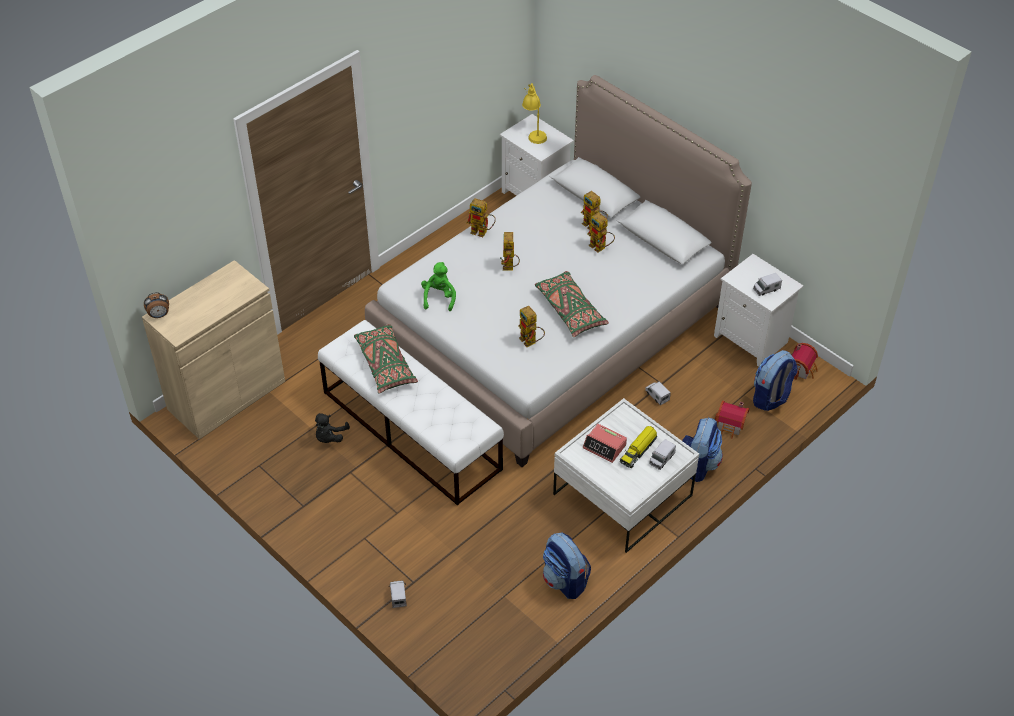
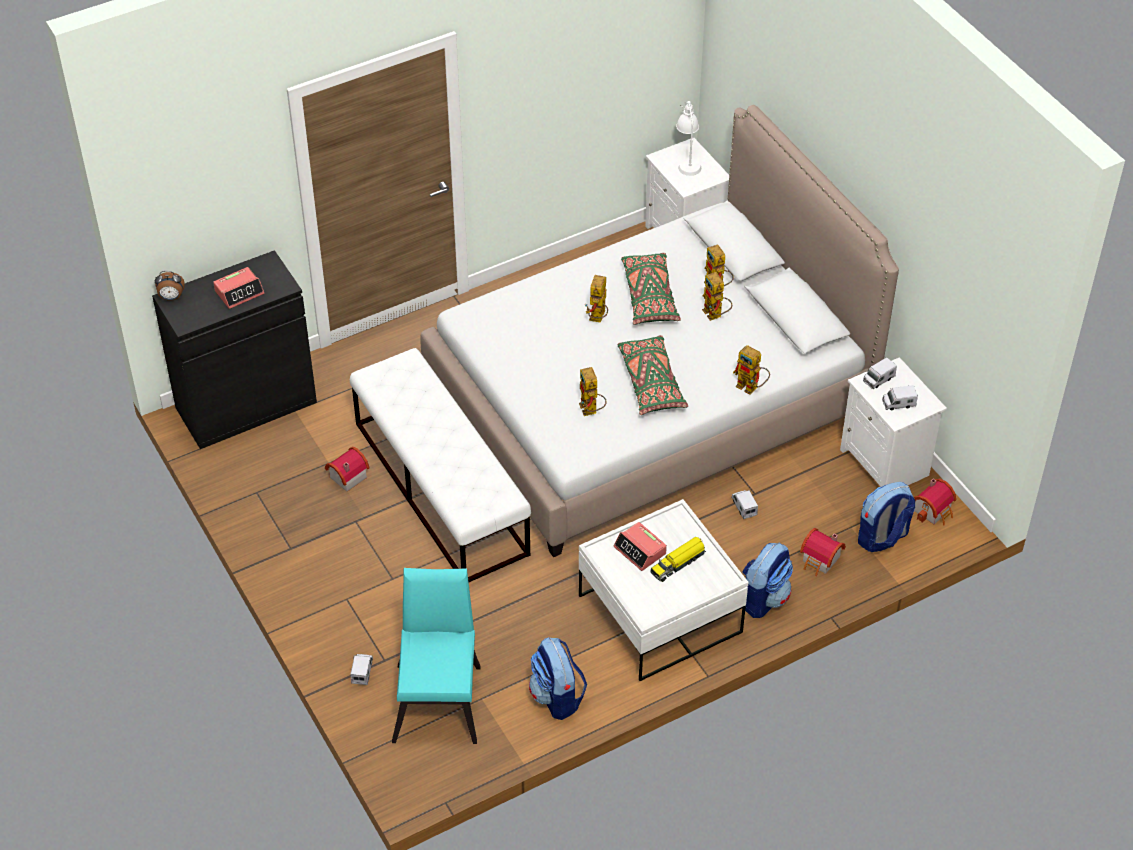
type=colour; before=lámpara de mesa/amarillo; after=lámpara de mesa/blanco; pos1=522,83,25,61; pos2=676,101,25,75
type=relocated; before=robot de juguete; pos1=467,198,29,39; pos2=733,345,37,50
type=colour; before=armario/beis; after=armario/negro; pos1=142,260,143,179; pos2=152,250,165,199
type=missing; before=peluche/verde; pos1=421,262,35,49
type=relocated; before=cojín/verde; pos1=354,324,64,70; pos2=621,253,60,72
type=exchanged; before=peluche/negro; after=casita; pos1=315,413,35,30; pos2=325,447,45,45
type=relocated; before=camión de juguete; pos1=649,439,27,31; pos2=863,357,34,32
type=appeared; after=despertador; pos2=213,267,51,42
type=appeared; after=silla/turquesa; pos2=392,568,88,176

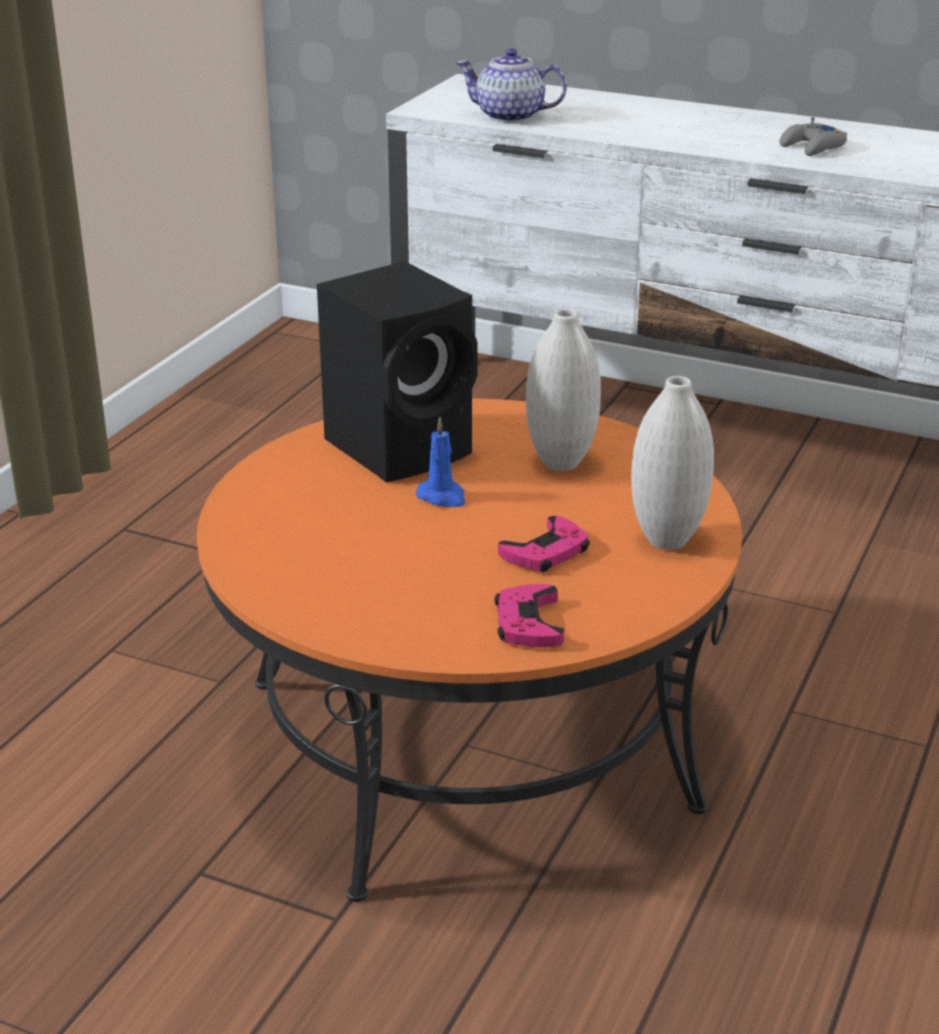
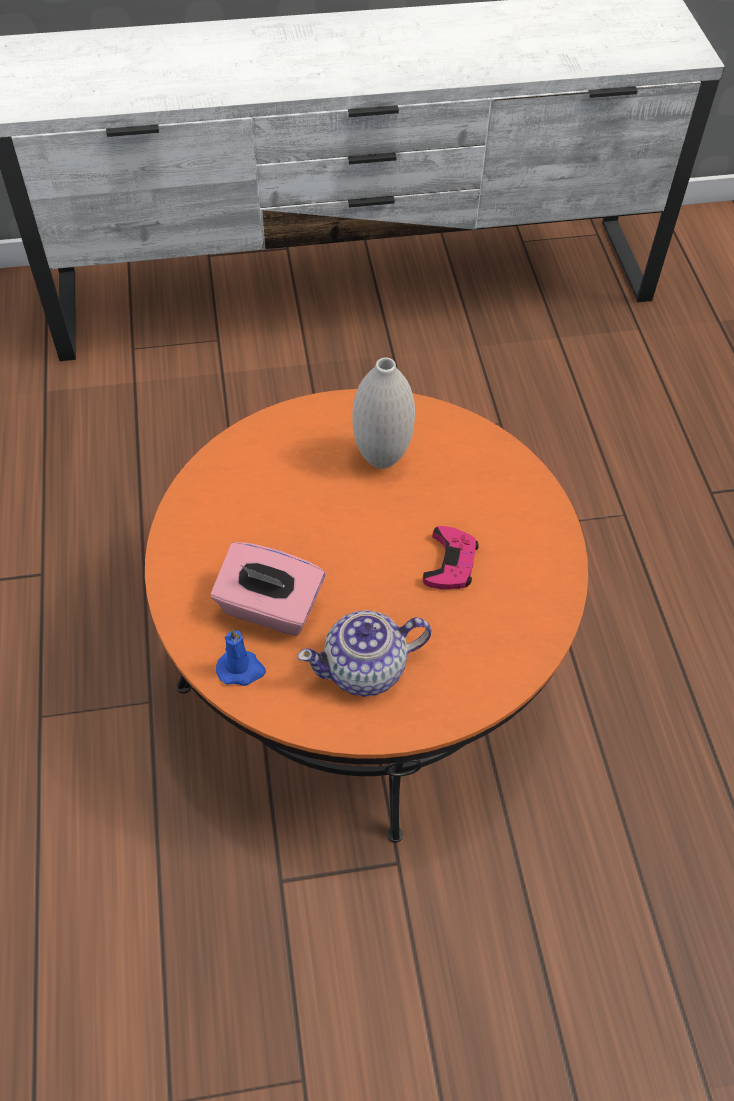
type=relocated; before=tetera; pos1=456,48,111,75; pos2=297,610,134,87
type=missing; before=mando de consola/gris; pos1=779,117,68,39
type=missing; before=altavoz/negro; pos1=317,261,160,221
type=missing; before=florero/blanco; pos1=631,376,83,174
type=relocated; before=vela/azul; pos1=416,417,49,90; pos2=216,628,50,58
type=missing; before=mando de consola/rosa; pos1=495,584,69,63
type=appeared; after=caja de pañuelos/rosa; pos2=211,542,114,94

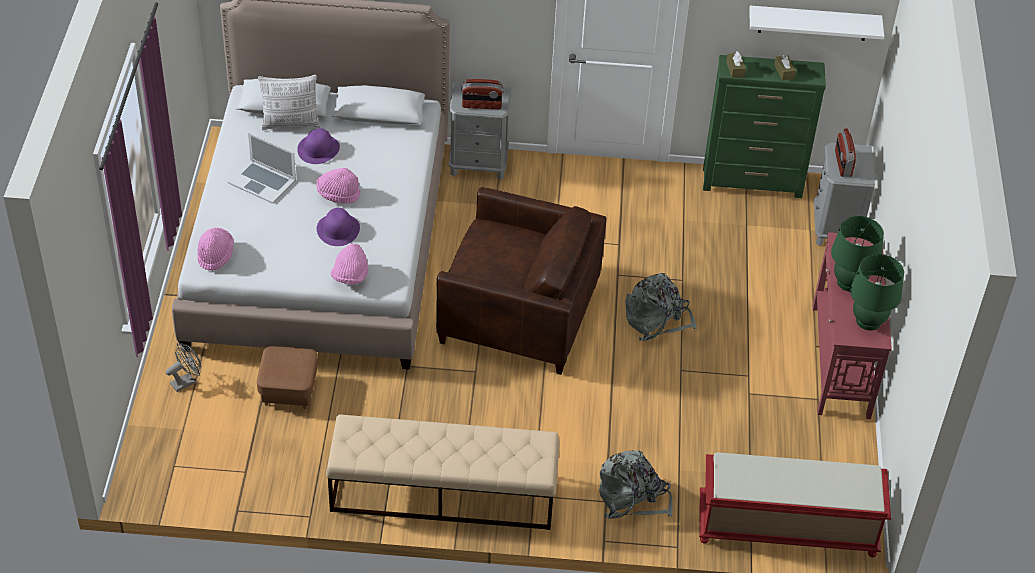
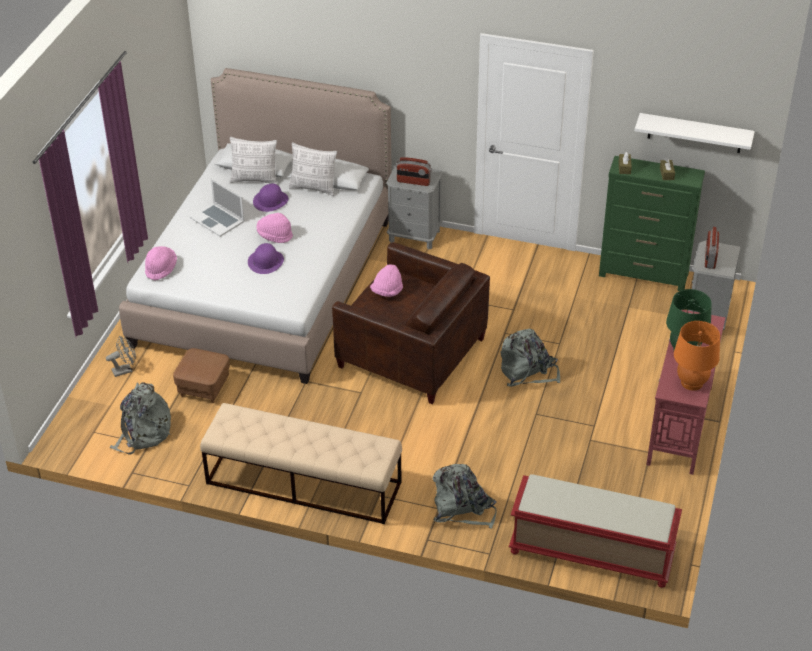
type=relocated; before=sombrero/rosa; pos1=330,244,39,40; pos2=370,264,33,33
type=colour; before=lámpara de mesa/verde; after=lámpara de mesa/naranja; pos1=850,254,54,77; pos2=674,321,46,70
type=appeared; after=cojín; pos2=289,143,48,53
type=appeared; after=mochila/gris; pos2=109,382,62,73

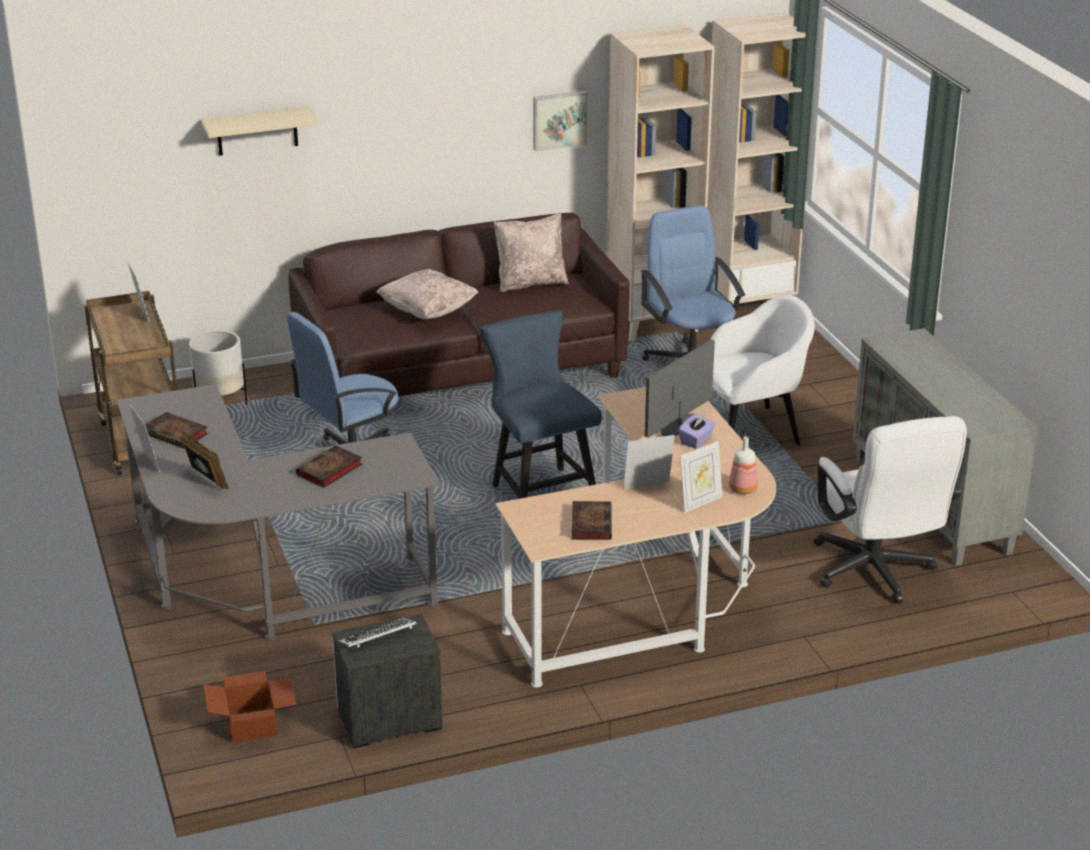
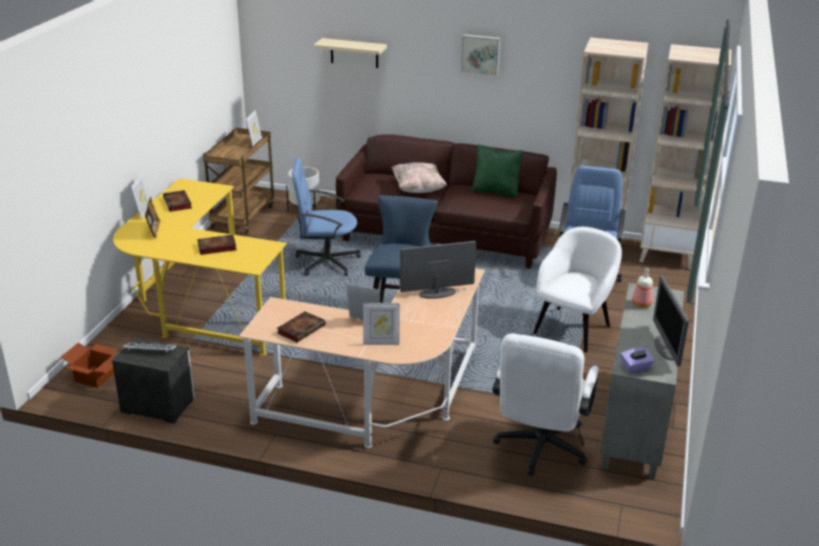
type=relocated; before=cuadro; pos1=533,91,55,61; pos2=461,34,39,42
type=colour; before=cojín/beis; after=cojín/verde; pos1=494,214,75,79; pos2=471,144,53,54
type=spun; before=sillón/blanco; pos1=710,295,105,150; pos2=533,227,89,125; turn=-75
type=colour; before=escritorio/gris; after=escritorio/amarillo; pos1=117,384,323,256; pos2=113,178,174,178
type=relocated; before=caja de pañuelos/morado; pos1=678,414,37,35; pos2=621,347,34,26
type=relocated; before=botella; pos1=729,436,29,58; pos2=632,268,21,40
type=appeared; after=monitor; pos2=653,276,36,90

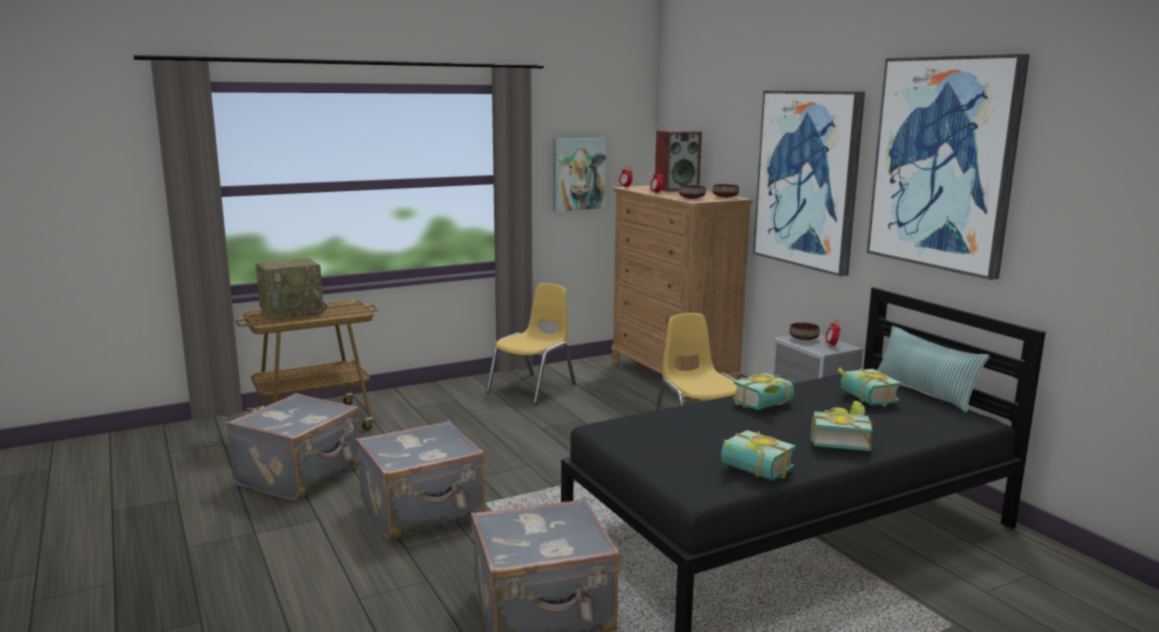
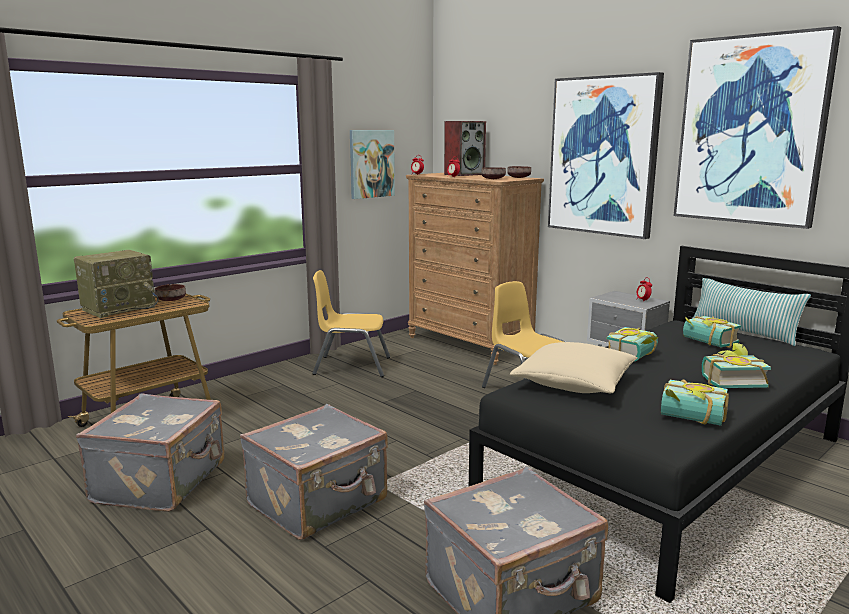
type=spun; before=silla/amarillo; pos1=486,283,90,122; pos2=312,270,78,107; turn=-105
type=relocated; before=cuenco/marrón; pos1=789,322,31,18; pos2=155,284,31,17
type=appeared; after=cojín/beis; pos2=510,342,128,51

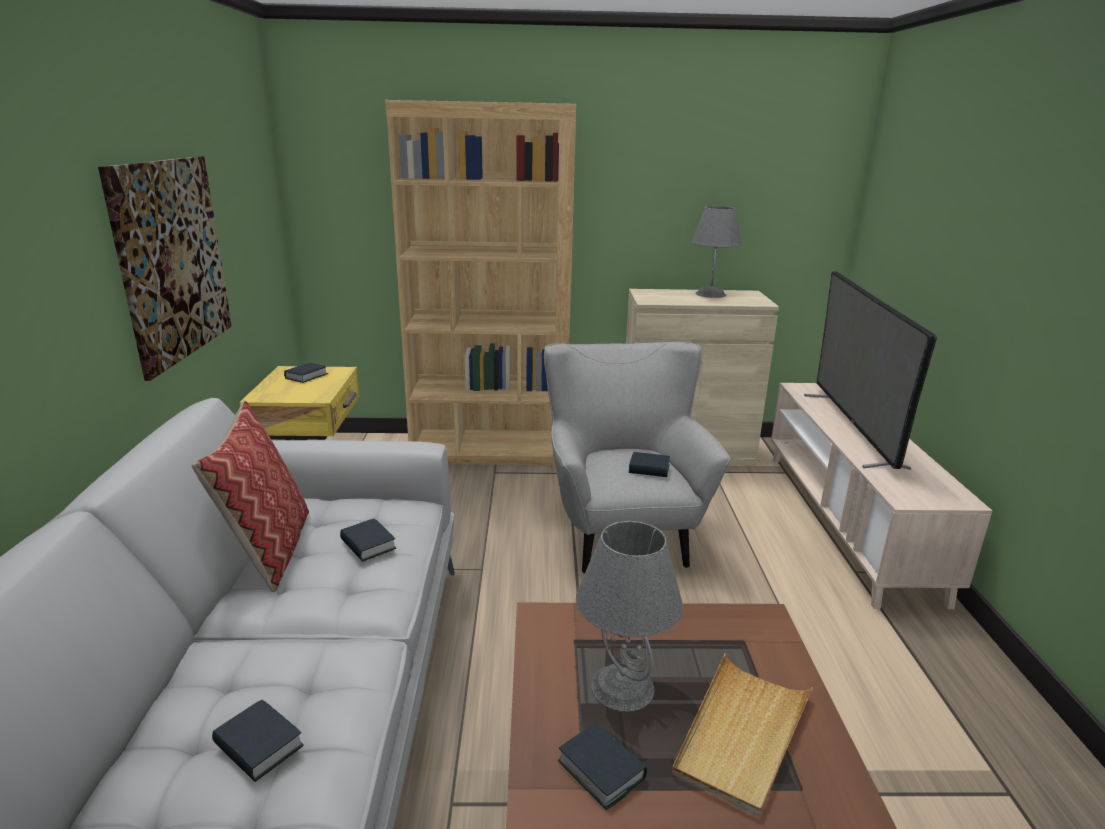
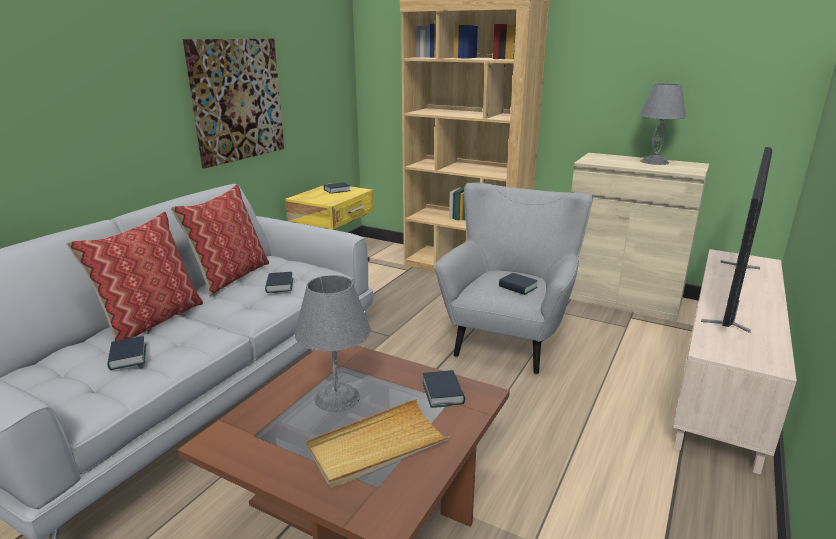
type=relocated; before=libro; pos1=558,722,89,88; pos2=423,370,42,38
type=appeared; after=cojín; pos2=66,211,137,130

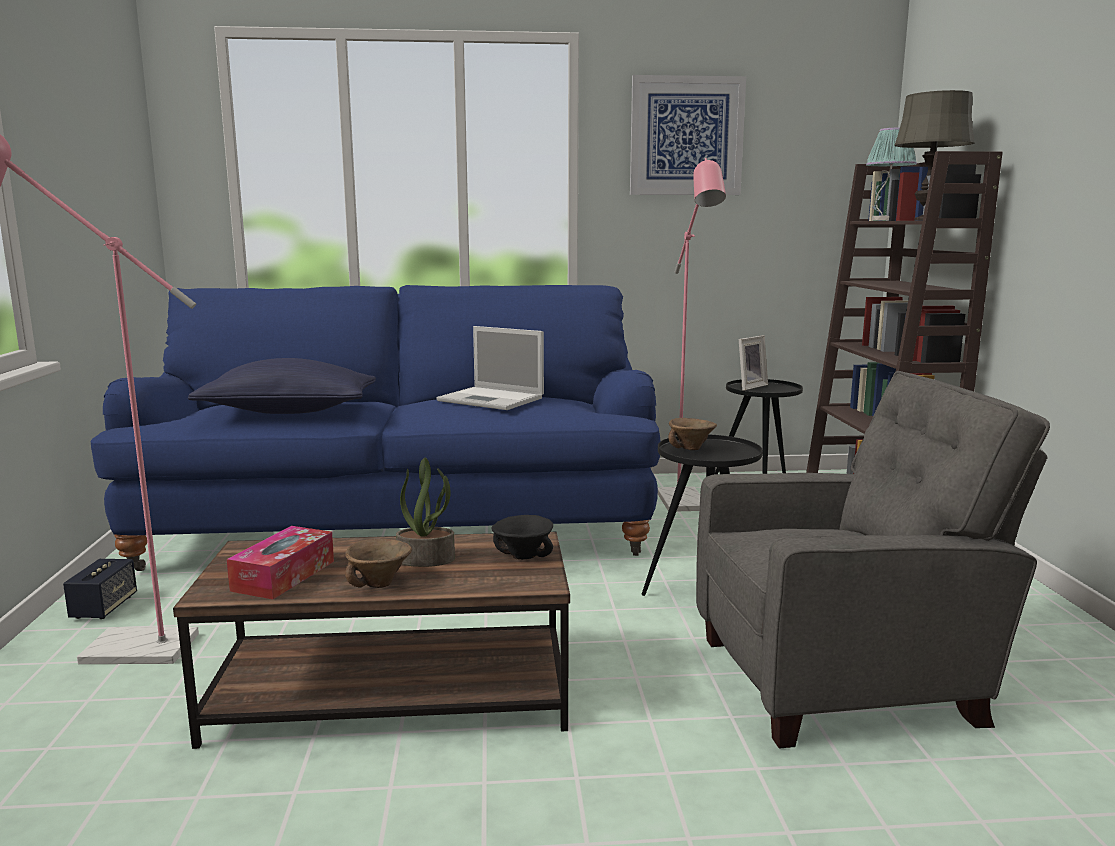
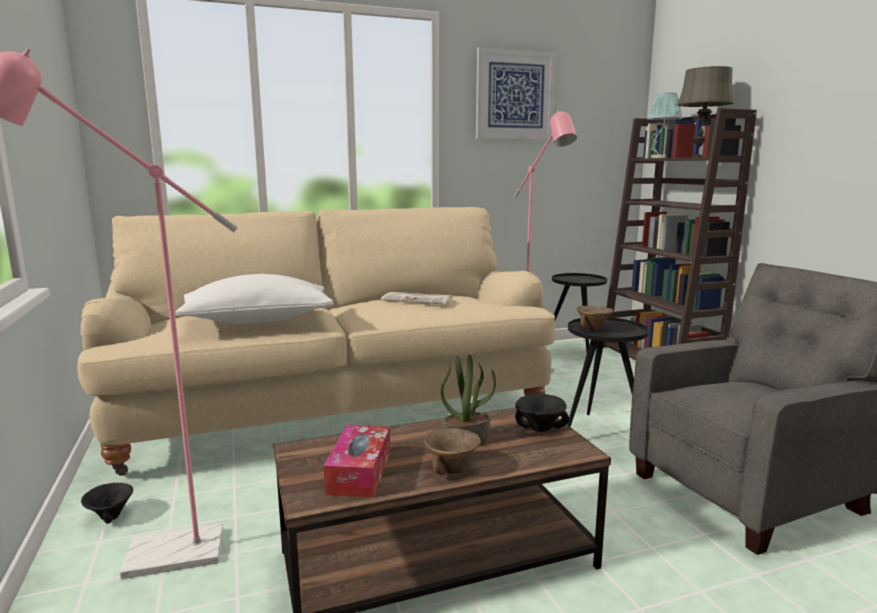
type=colour; before=sofá/azul; after=sofá/beis; pos1=90,285,570,286; pos2=77,207,478,269
type=exchanged; before=portátil; after=periódico; pos1=436,326,108,84; pos2=381,292,71,12
type=missing; before=portarretratos; pos1=739,335,29,55
type=colour; before=cojín/azul; after=cojín/blanco; pos1=188,358,188,56; pos2=176,274,157,49
type=exchanged; before=altavoz; after=cuenco/negro; pos1=63,559,74,60; pos2=81,483,52,41

